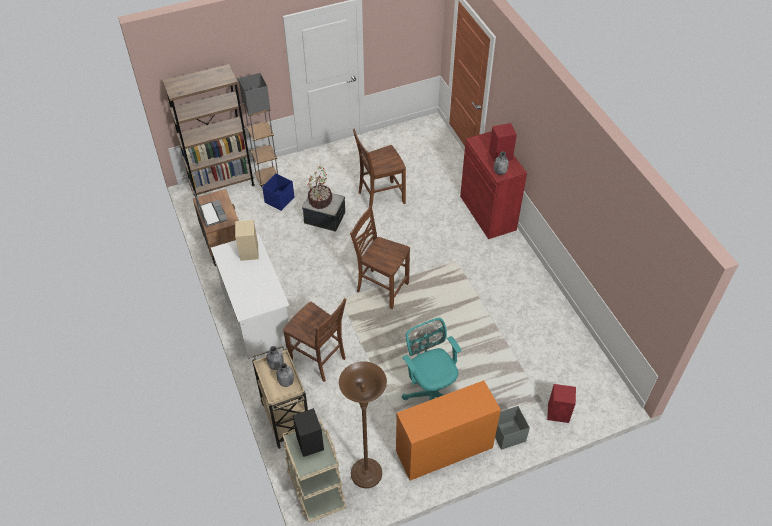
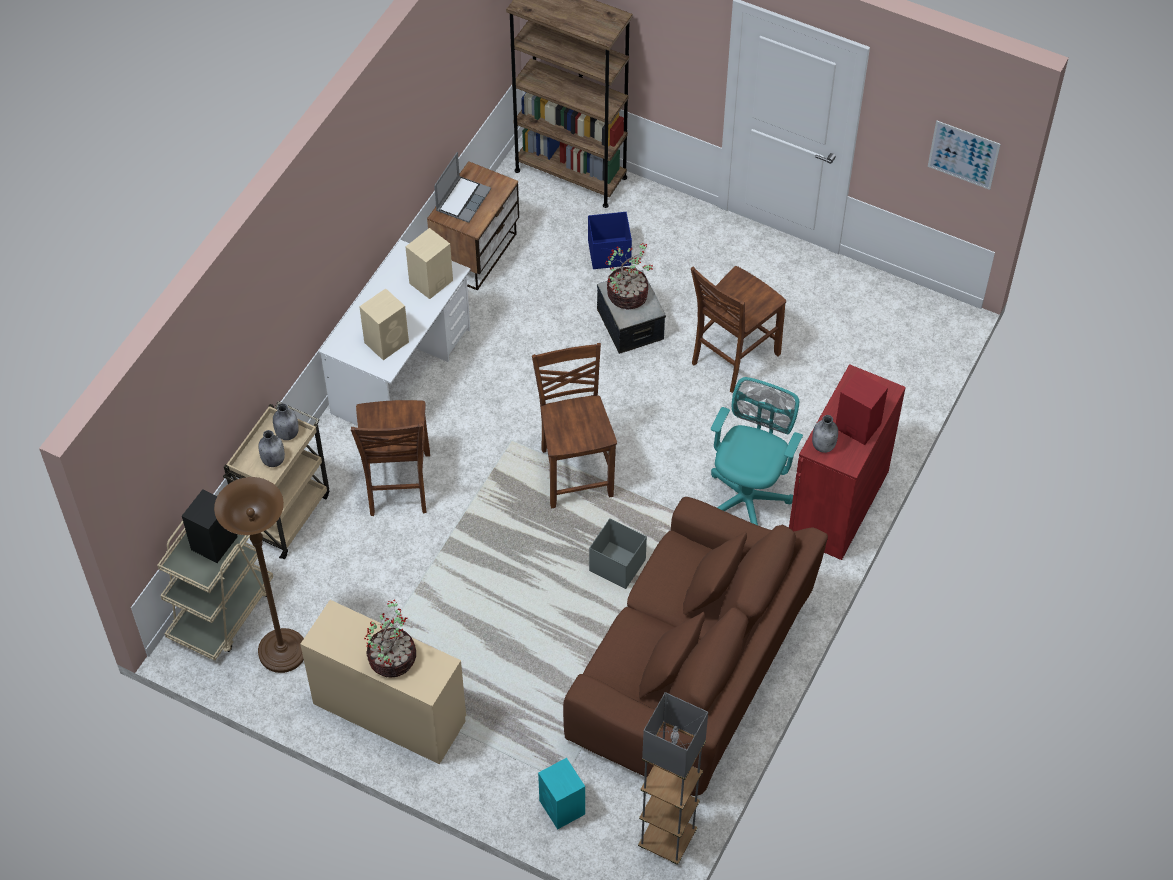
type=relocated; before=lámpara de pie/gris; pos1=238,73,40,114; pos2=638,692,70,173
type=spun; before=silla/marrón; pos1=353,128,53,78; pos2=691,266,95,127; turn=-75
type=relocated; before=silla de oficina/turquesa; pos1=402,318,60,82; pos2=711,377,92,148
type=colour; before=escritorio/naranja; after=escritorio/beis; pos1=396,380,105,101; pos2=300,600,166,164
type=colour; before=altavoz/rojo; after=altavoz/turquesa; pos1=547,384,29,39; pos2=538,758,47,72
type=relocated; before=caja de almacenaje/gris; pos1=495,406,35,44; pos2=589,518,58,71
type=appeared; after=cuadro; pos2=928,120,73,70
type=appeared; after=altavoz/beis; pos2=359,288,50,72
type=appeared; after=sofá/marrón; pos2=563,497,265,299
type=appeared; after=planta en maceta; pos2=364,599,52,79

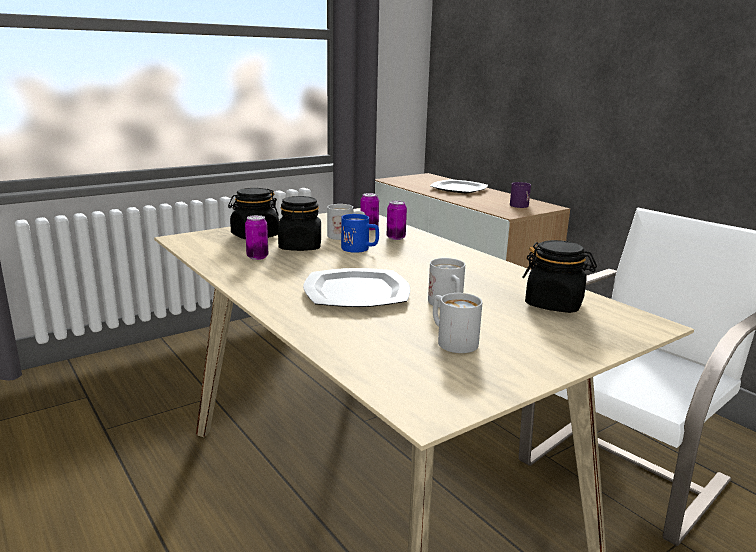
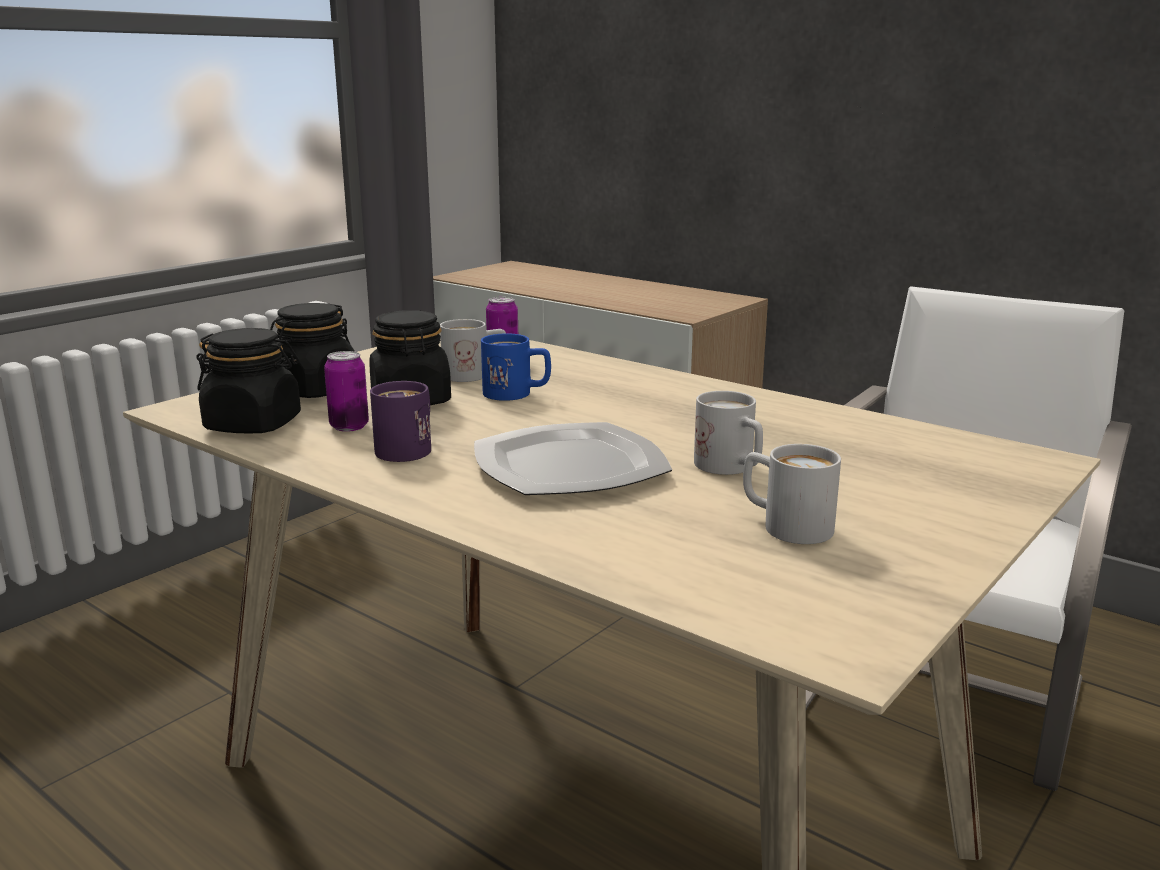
type=missing; before=plato; pos1=430,179,58,15
type=relocated; before=taza grande/morado; pos1=510,182,21,26; pos2=370,381,61,81
type=missing; before=lata; pos1=387,201,20,39
type=relocated; before=tarro/negro; pos1=522,240,75,73; pos2=196,328,105,106

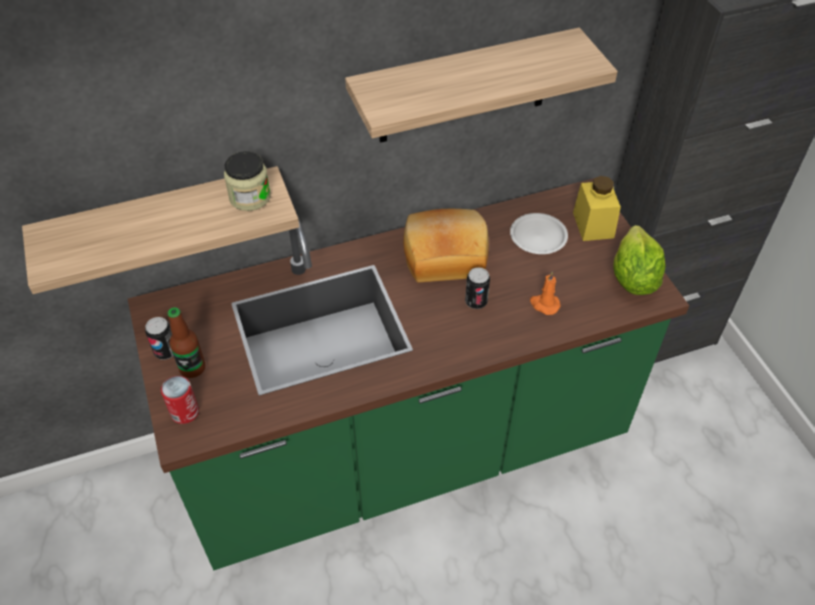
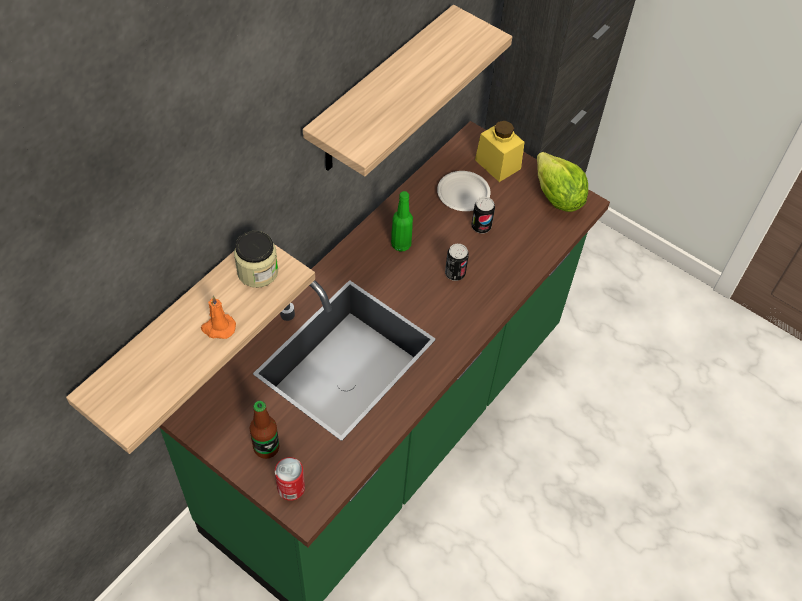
type=exchanged; before=pan; after=botella/verde; pos1=403,209,86,73; pos2=391,191,22,60
type=relocated; before=vela/naranja; pos1=530,271,31,44; pos2=201,296,35,43
type=relocated; before=lata; pos1=145,317,29,43; pos2=472,197,23,37

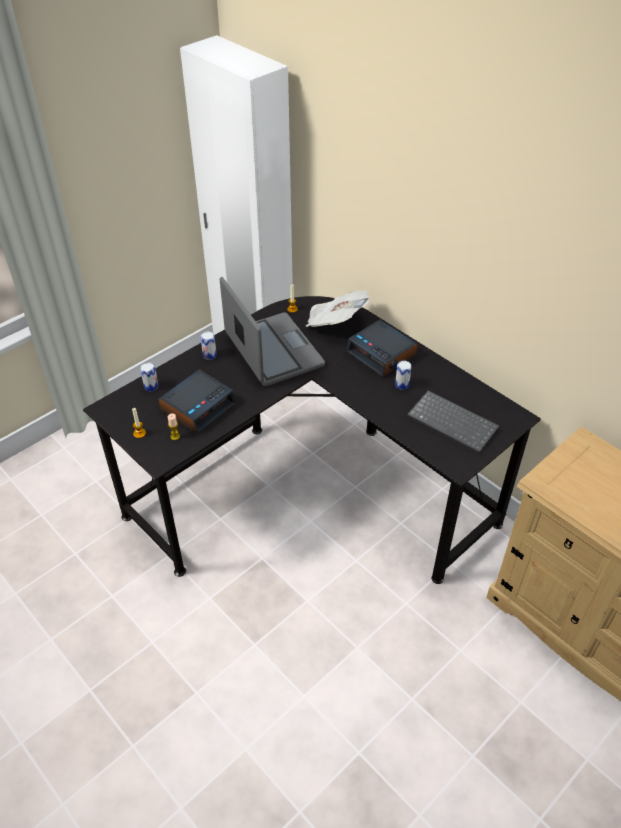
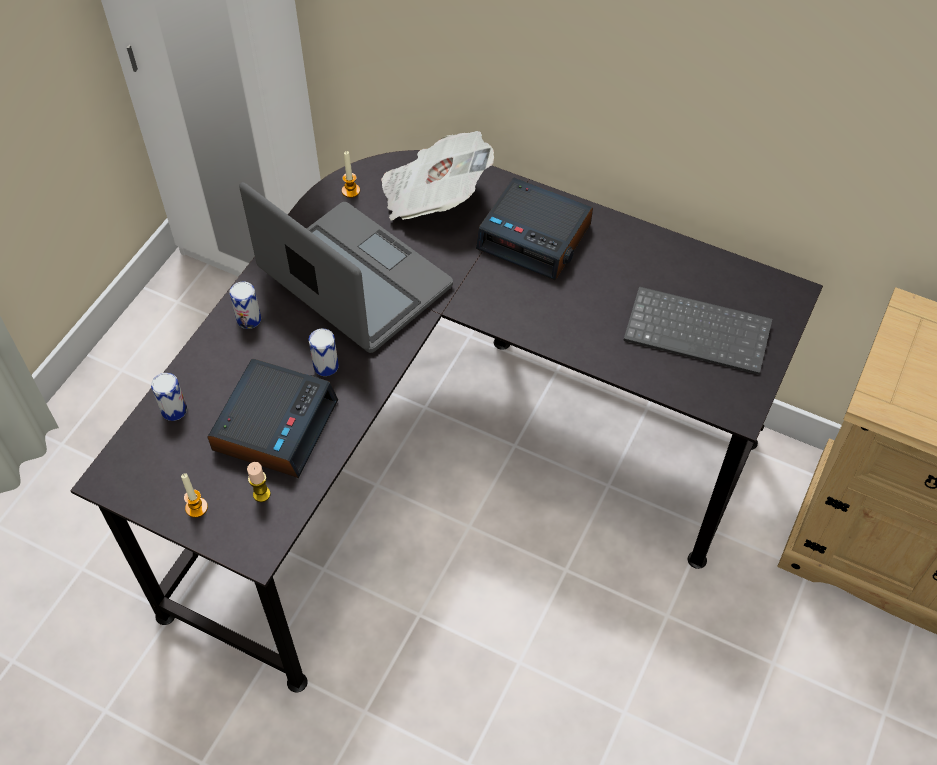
type=relocated; before=lata; pos1=395,361,17,29; pos2=308,328,31,48

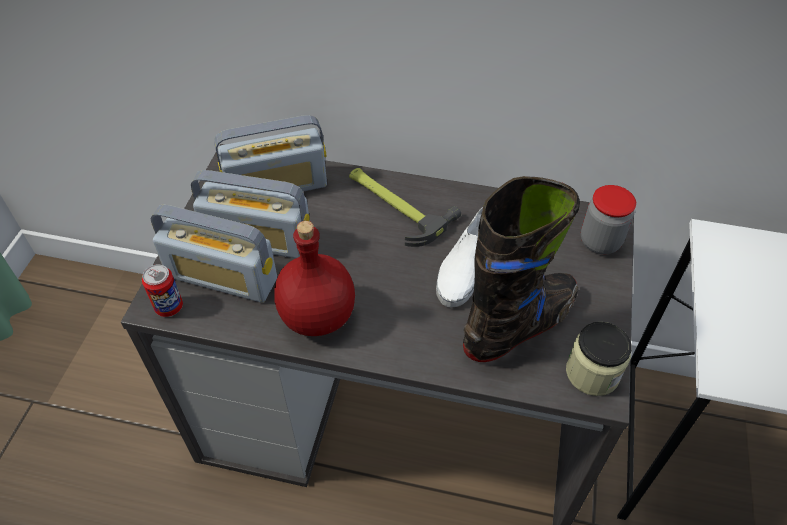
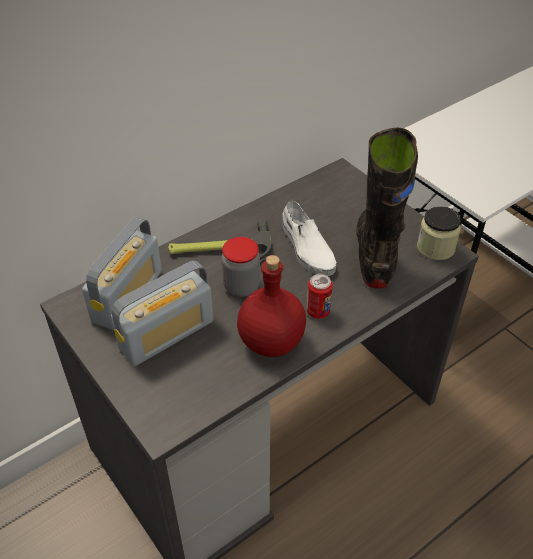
type=relocated; before=tarro; pos1=581,185,55,69; pos2=222,237,38,60
type=missing; before=radio; pos1=150,204,127,99
type=relocated; before=lata; pos1=142,264,41,53; pos2=307,274,26,45

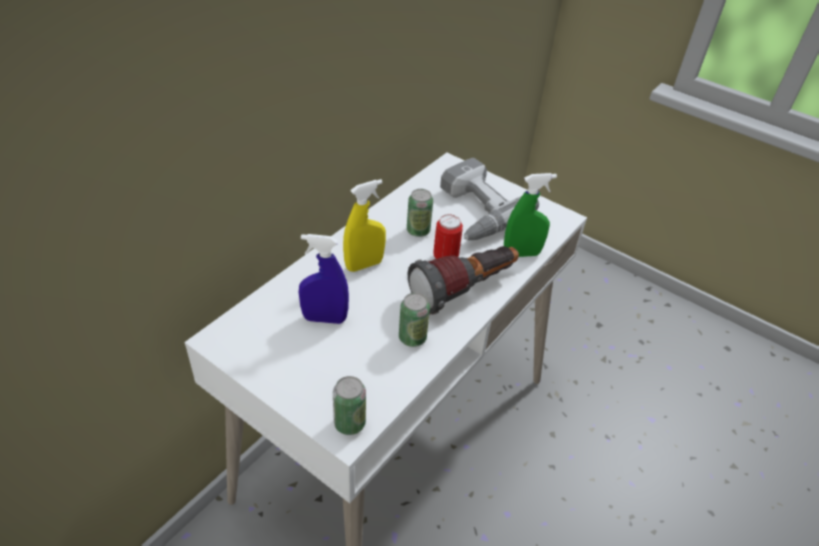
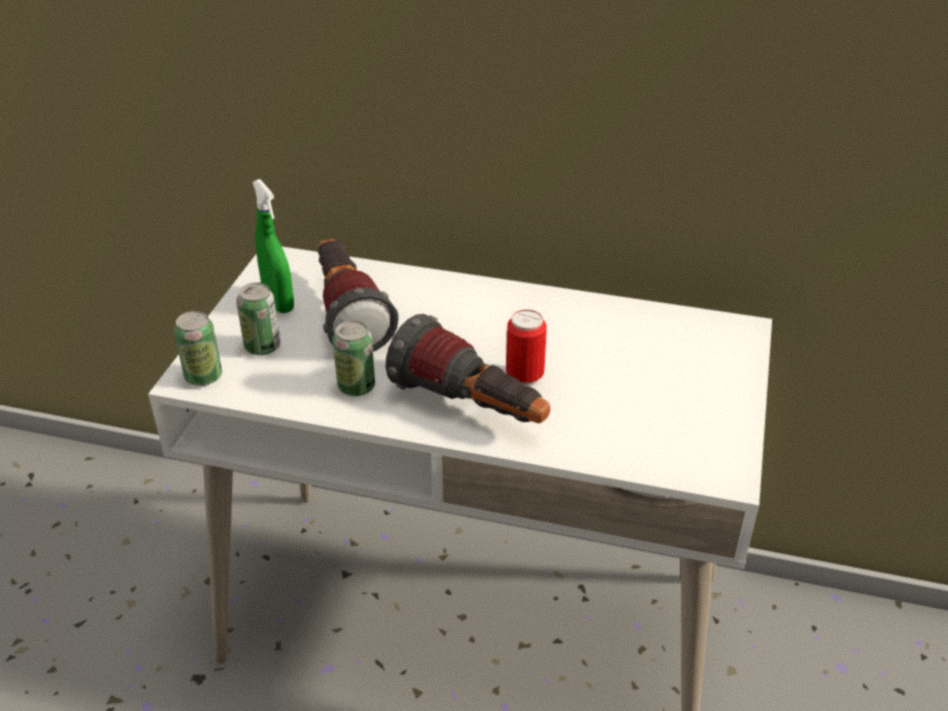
type=missing; before=taladro; pos1=440,158,99,82
type=relocated; before=pulverizador/verde; pos1=504,173,53,84; pos2=252,179,42,134
type=missing; before=pulverizador/amarillo; pos1=343,179,43,93
type=relocated; before=lata; pos1=407,189,26,48; pos2=236,282,44,73
type=exchanged; before=pulverizador/azul; after=linterna; pos1=299,234,50,90; pos2=318,239,81,113

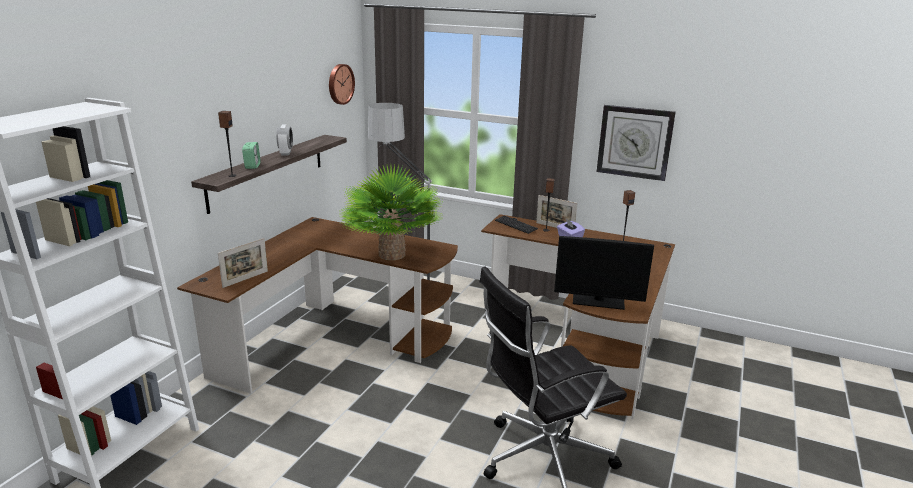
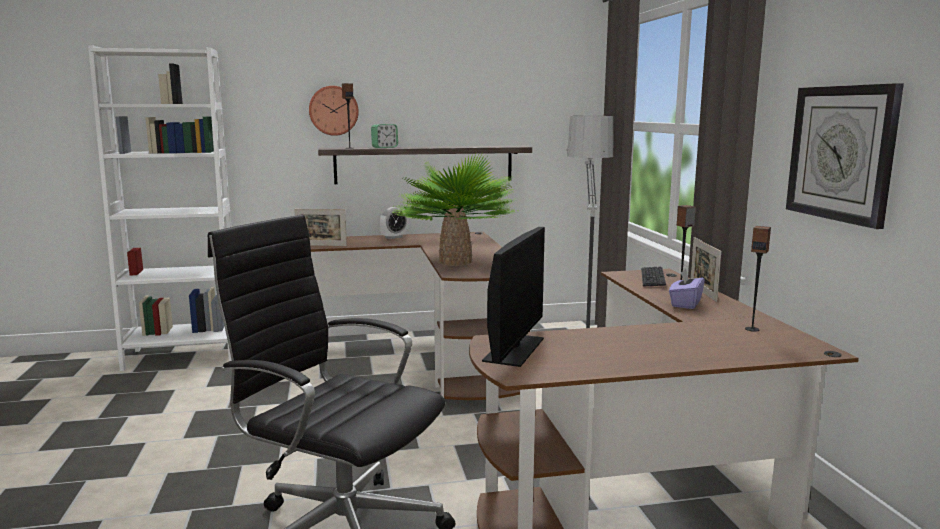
type=relocated; before=reloj de pared; pos1=329,64,26,41; pos2=309,86,50,50
type=relocated; before=despertador; pos1=276,124,17,32; pos2=380,207,27,32
type=spun; before=monitor; pos1=554,236,100,74; pos2=482,227,63,140; turn=-135

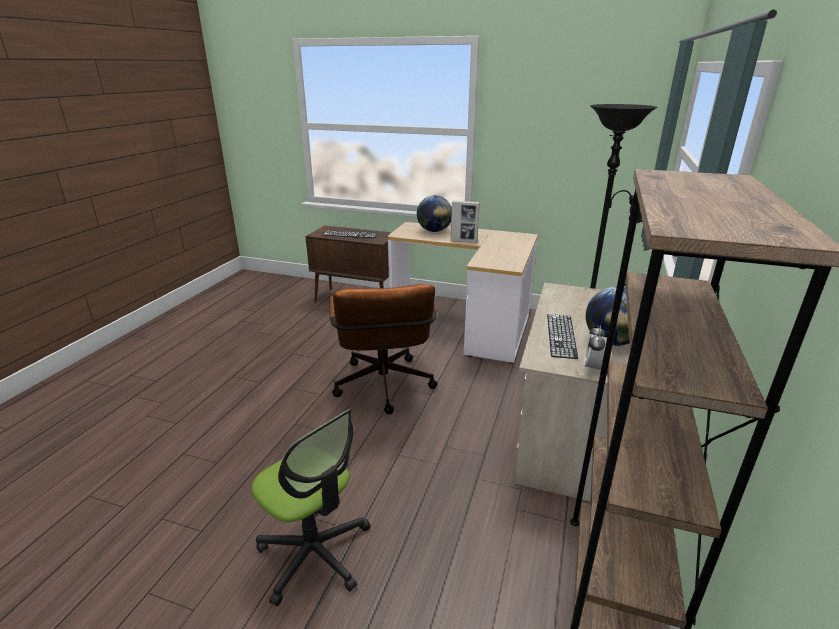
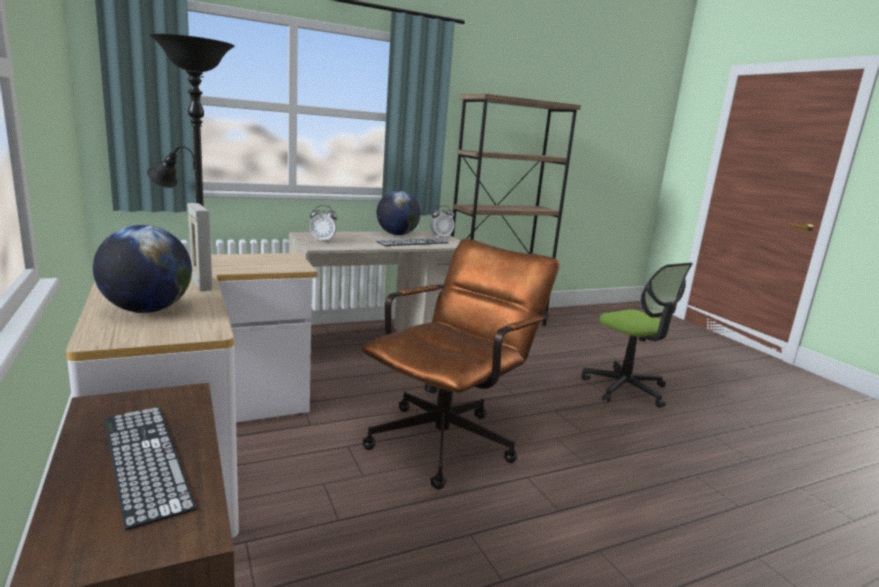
type=spun; before=silla de oficina; pos1=251,409,119,197; pos2=581,262,112,146; turn=150
type=appeared; after=despertador; pos2=310,205,27,37

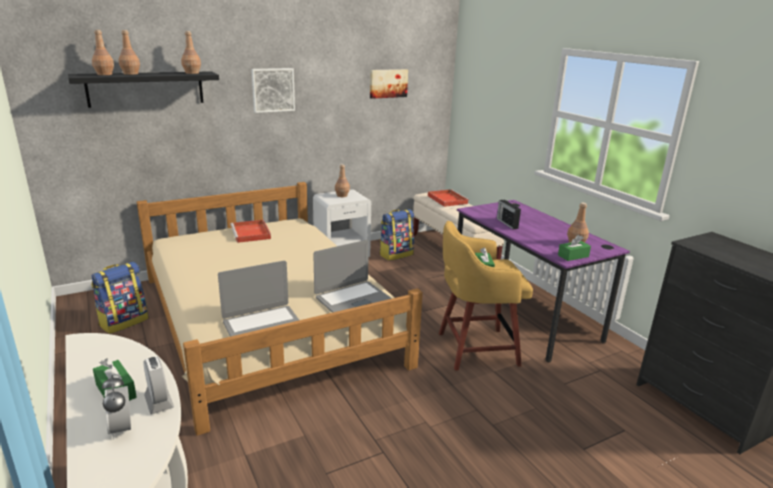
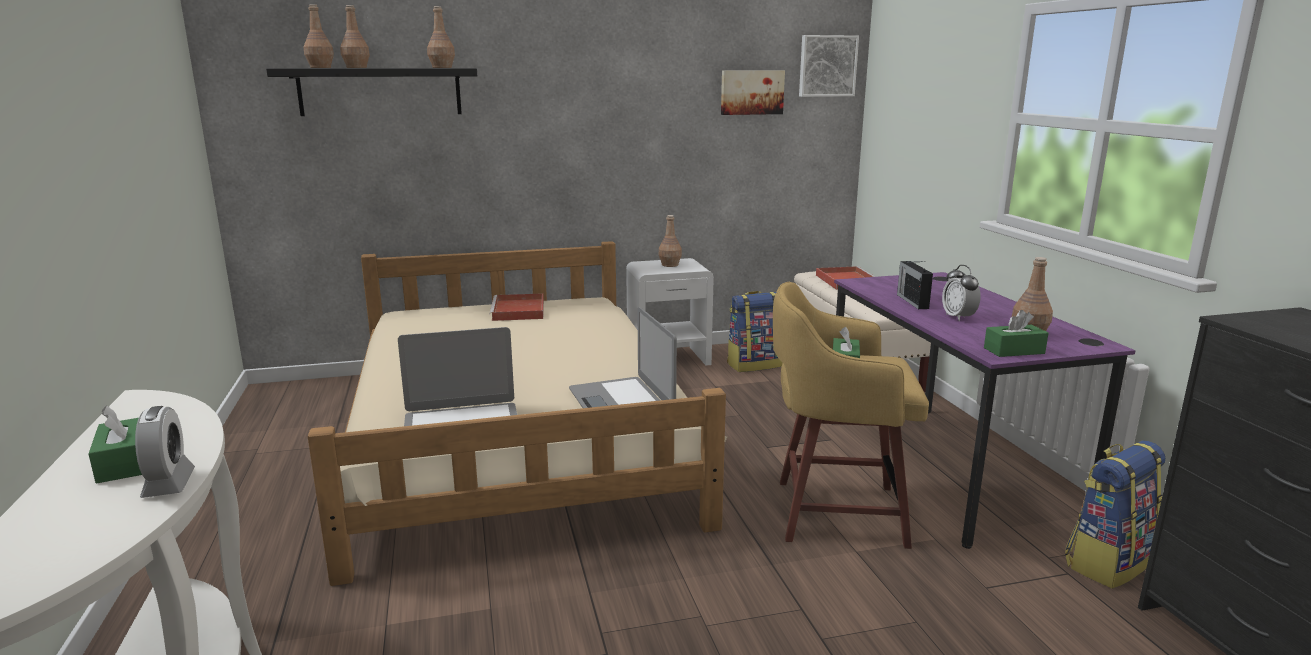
type=relocated; before=cuadro; pos1=251,68,44,45; pos2=799,35,60,62
type=spun; before=portátil; pos1=313,240,79,73; pos2=569,307,108,101; turn=90
type=relocated; before=mochila; pos1=91,262,57,72; pos2=1065,441,100,148
type=relocated; before=despertador; pos1=102,375,29,64; pos2=942,265,39,56

